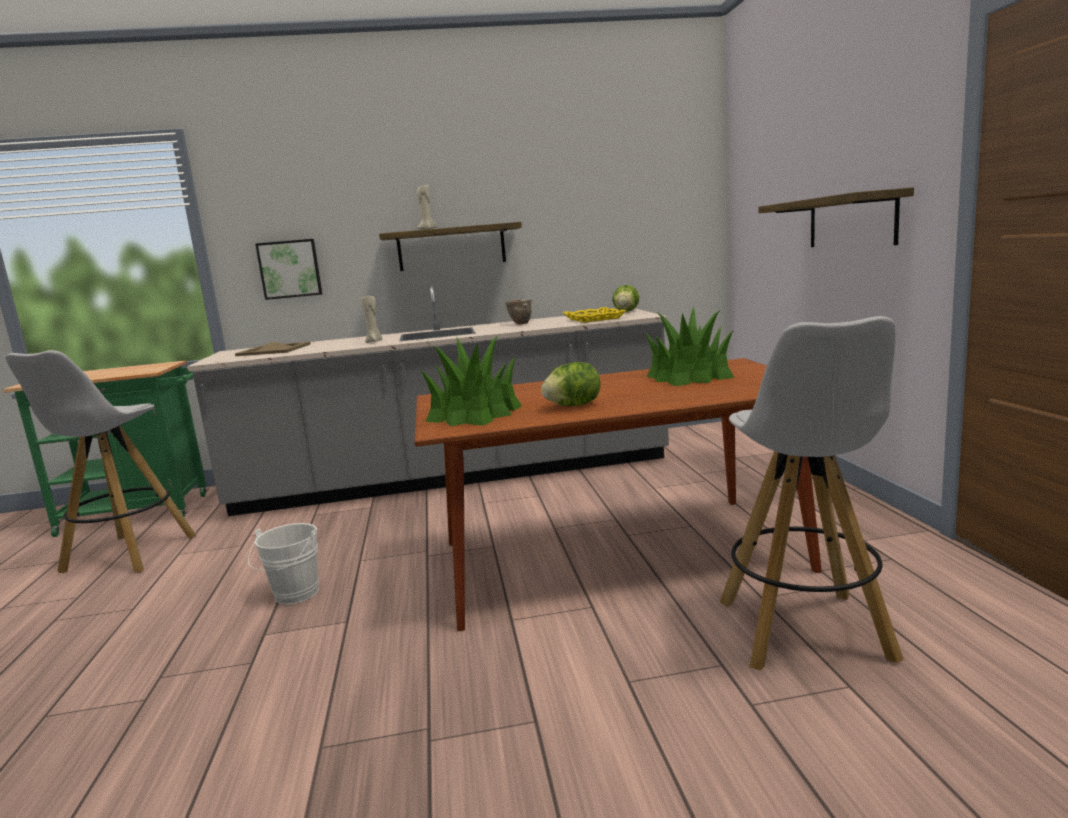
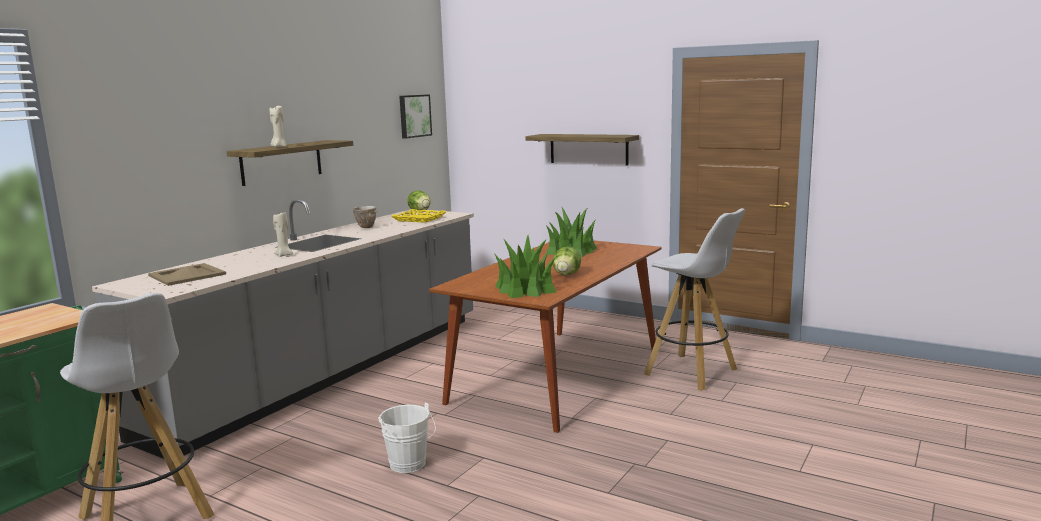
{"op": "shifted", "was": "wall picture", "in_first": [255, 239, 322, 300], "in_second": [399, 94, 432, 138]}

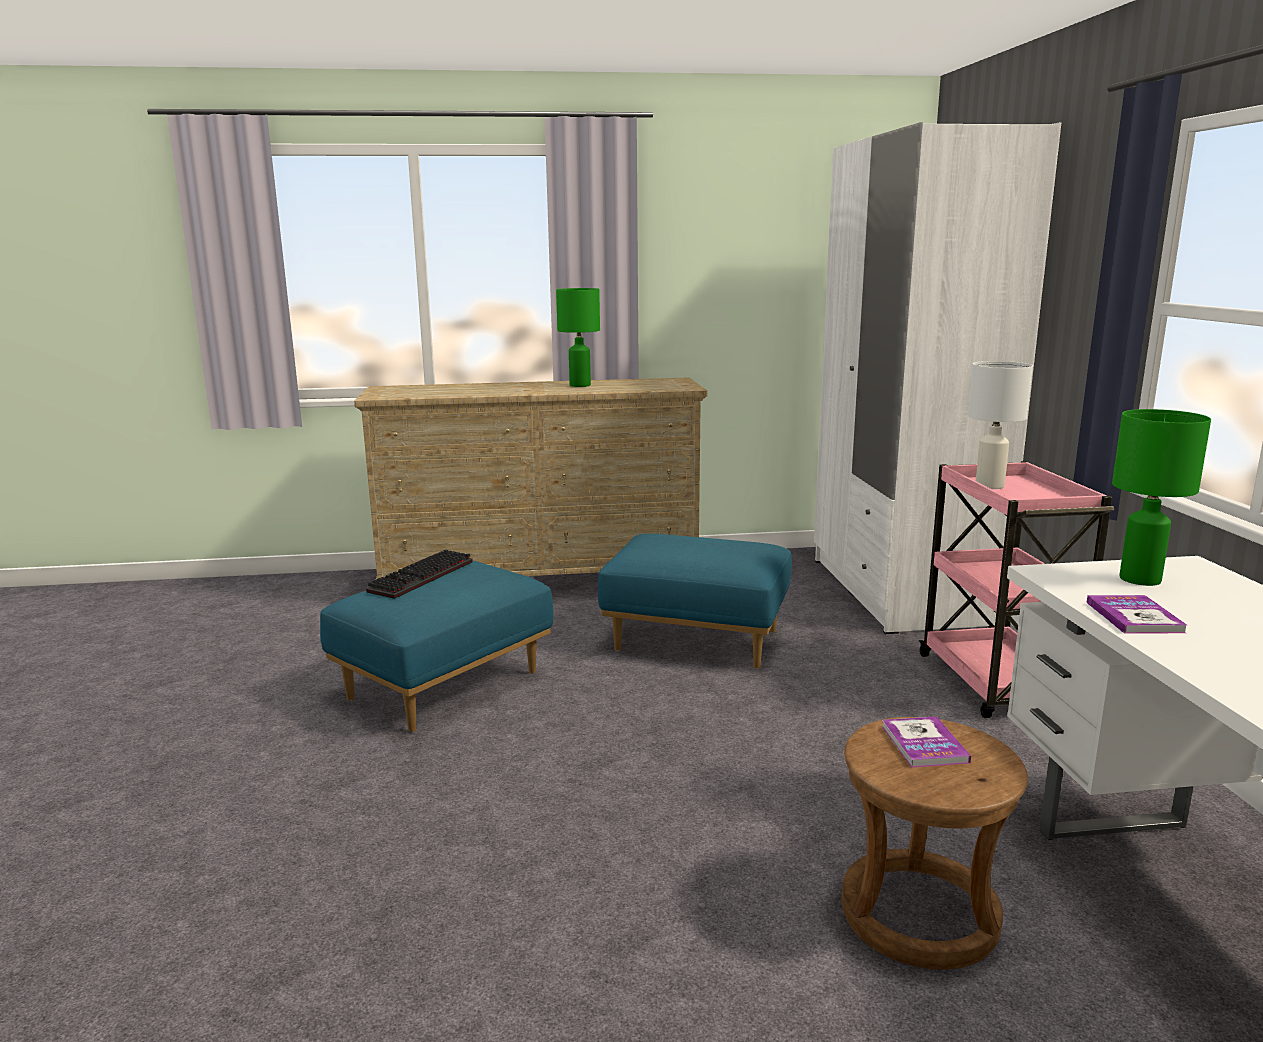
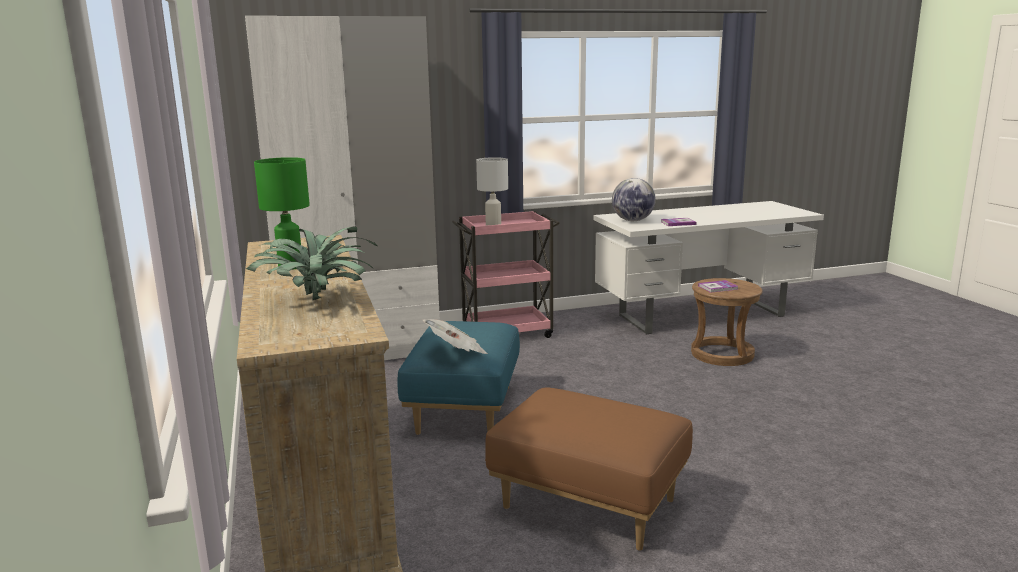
{"op": "swapped", "was": "green table lamp", "now": "globe", "in_first": [1112, 409, 1211, 586], "in_second": [612, 178, 656, 221]}
{"op": "gone", "was": "PC keyboard", "in_first": [366, 550, 473, 599]}
{"op": "repainted", "was": "blue-coloured pouffe", "now": "brown-coloured pouffe", "in_first": [320, 561, 554, 732], "in_second": [485, 388, 693, 551]}
{"op": "new", "now": "plant in a pot", "in_second": [246, 226, 377, 300]}
{"op": "new", "now": "daily paper", "in_second": [423, 319, 488, 354]}

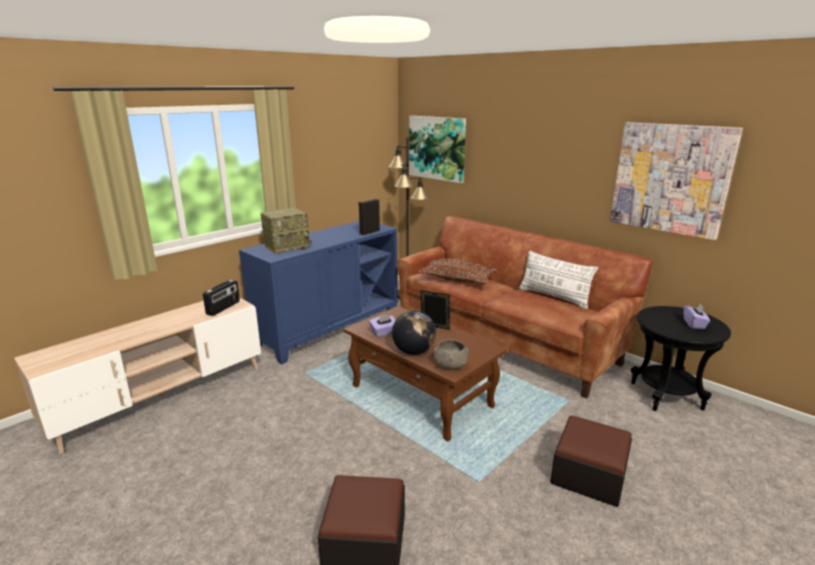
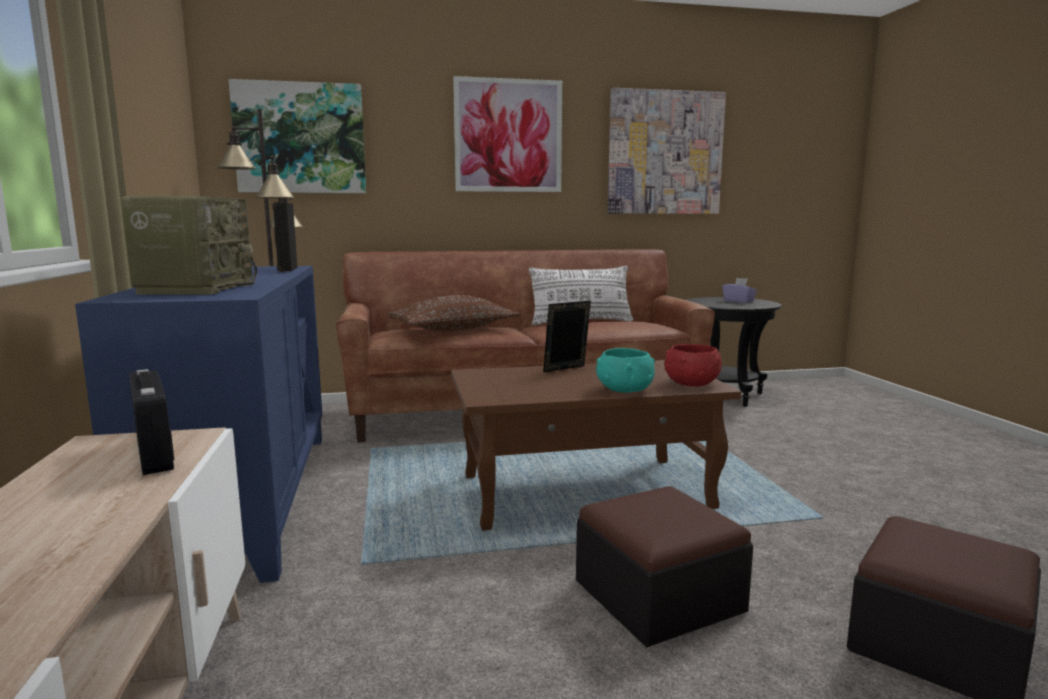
{"op": "swapped", "was": "globe", "now": "blue-green bowl", "in_first": [392, 310, 436, 355], "in_second": [596, 348, 655, 393]}
{"op": "gone", "was": "purplish box of tissues", "in_first": [369, 315, 396, 337]}
{"op": "repainted", "was": "gray bowl", "now": "red-coloured bowl", "in_first": [434, 339, 469, 370], "in_second": [664, 344, 722, 387]}
{"op": "shifted", "was": "pouffe", "in_first": [550, 415, 632, 507], "in_second": [576, 486, 753, 647]}
{"op": "new", "now": "wall picture", "in_second": [453, 76, 562, 192]}

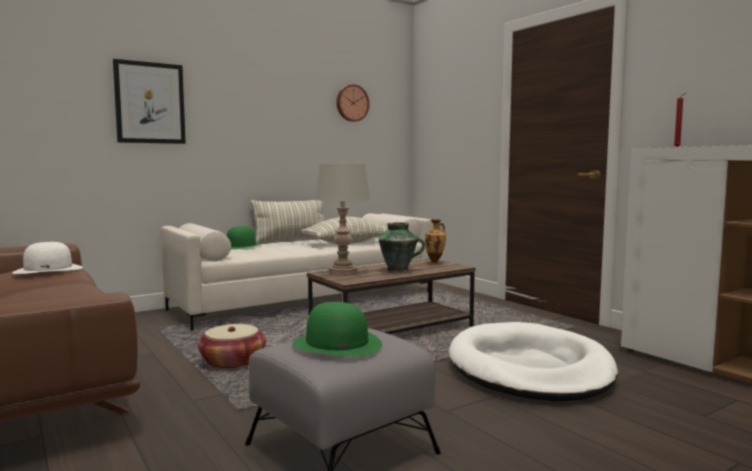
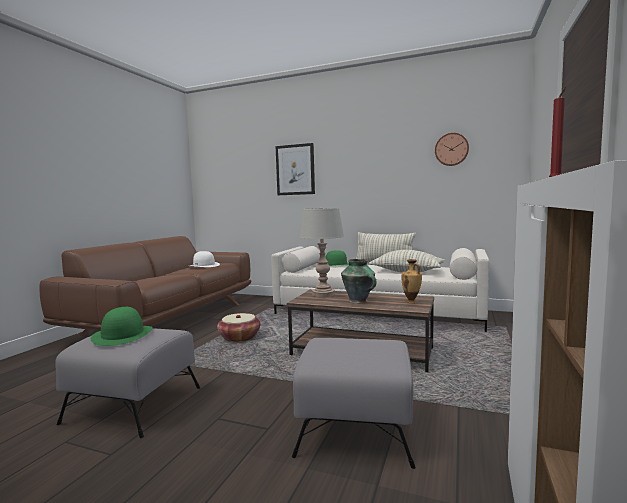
{"op": "swapped", "was": "white dog bed", "now": "gray pouffe", "in_first": [449, 322, 618, 401], "in_second": [292, 338, 416, 469]}

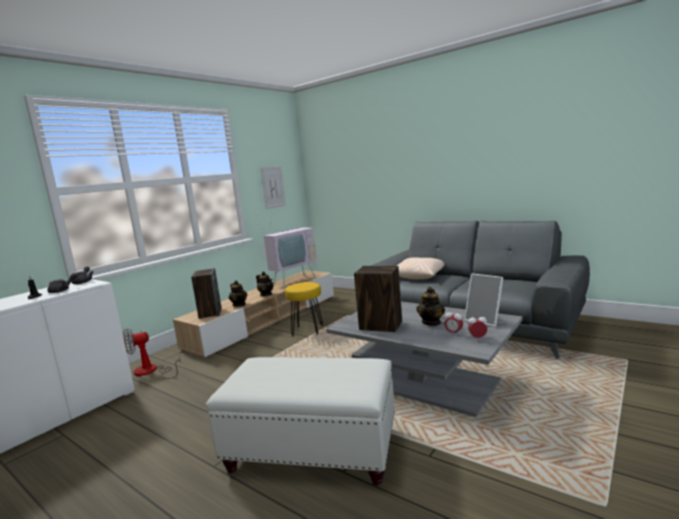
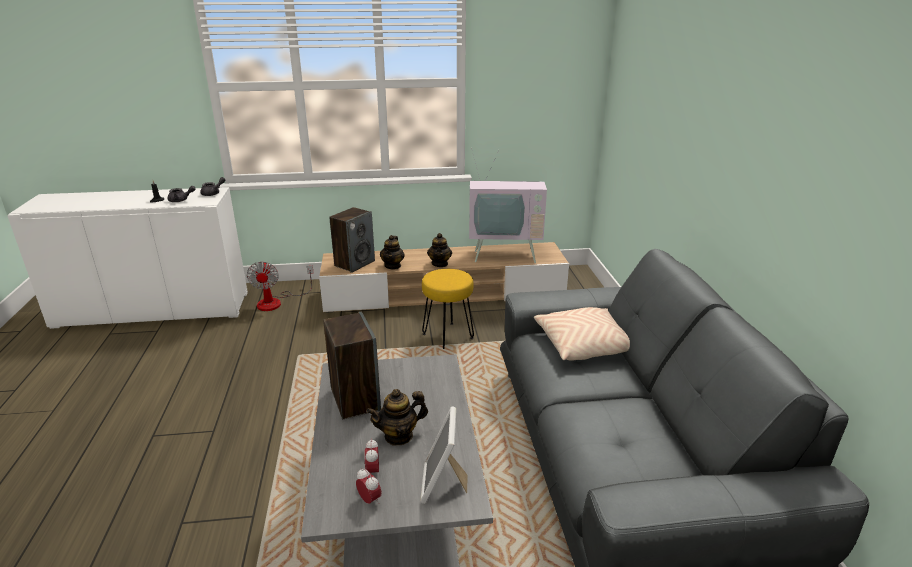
{"op": "gone", "was": "wall picture", "in_first": [260, 166, 286, 209]}
{"op": "rotated", "was": "electric fan", "in_first": [123, 328, 181, 379], "in_second": [247, 261, 313, 311], "clockwise": -120}
{"op": "gone", "was": "white pouffe", "in_first": [206, 357, 395, 486]}

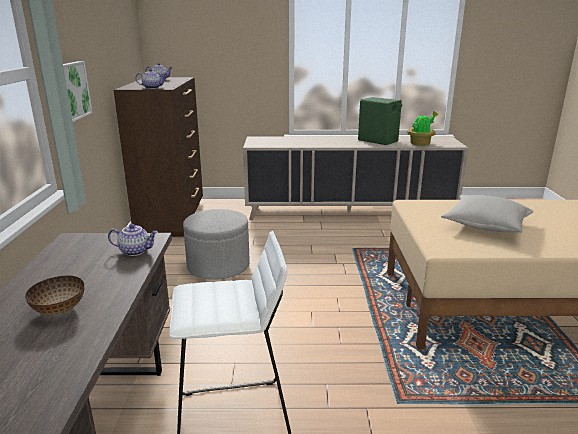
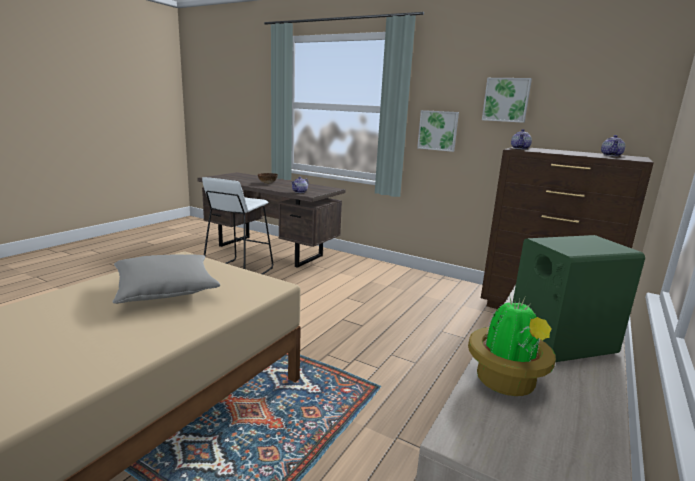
{"op": "gone", "was": "gray pouffe", "in_first": [183, 209, 250, 280]}
{"op": "new", "now": "wall picture", "in_second": [482, 78, 532, 123]}

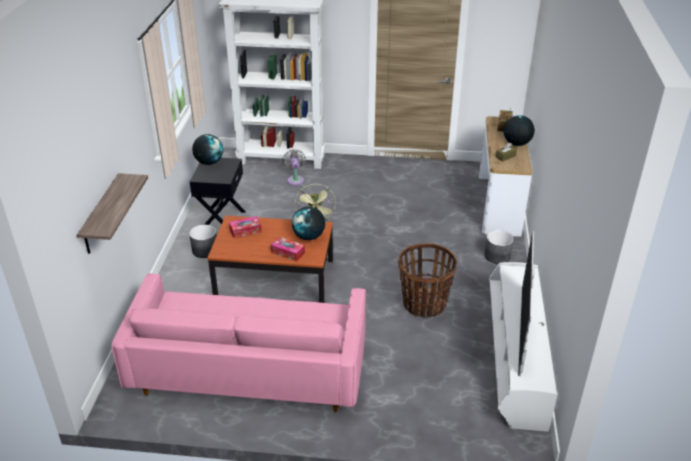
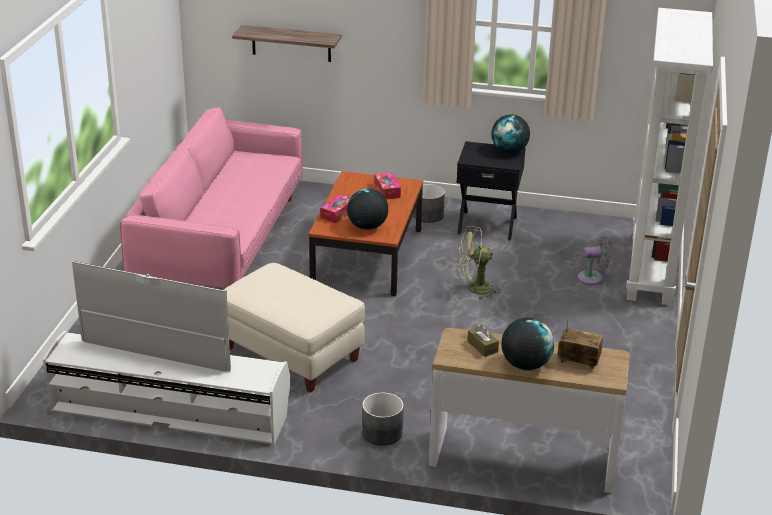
{"op": "swapped", "was": "household basket", "now": "sand-coloured pouffe", "in_first": [398, 243, 457, 317], "in_second": [223, 263, 365, 393]}

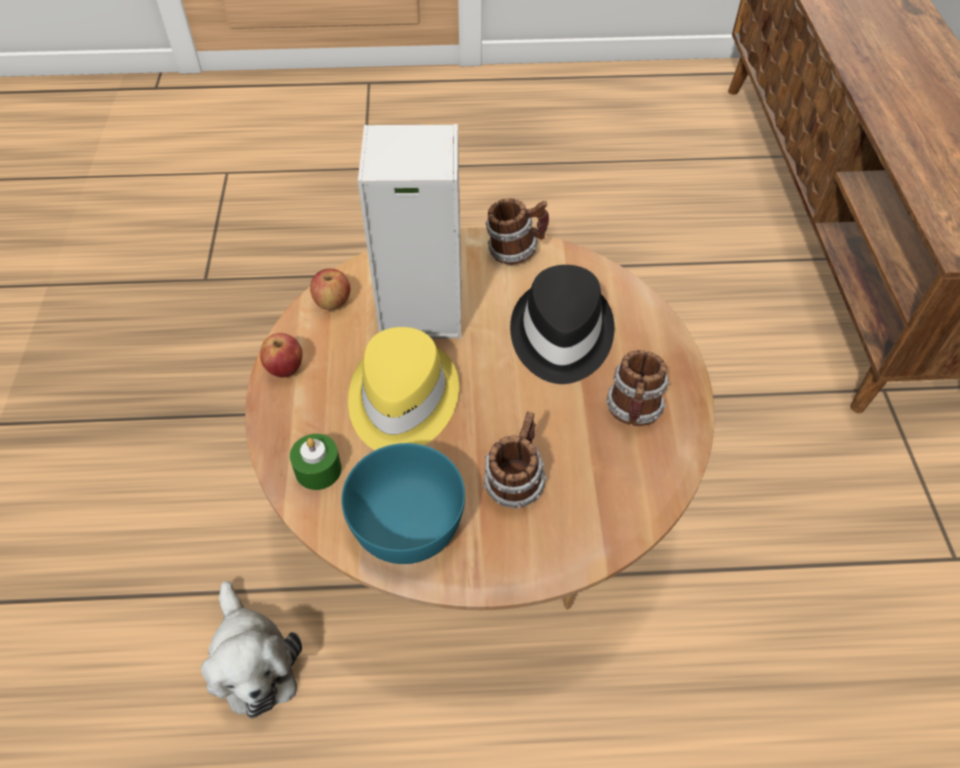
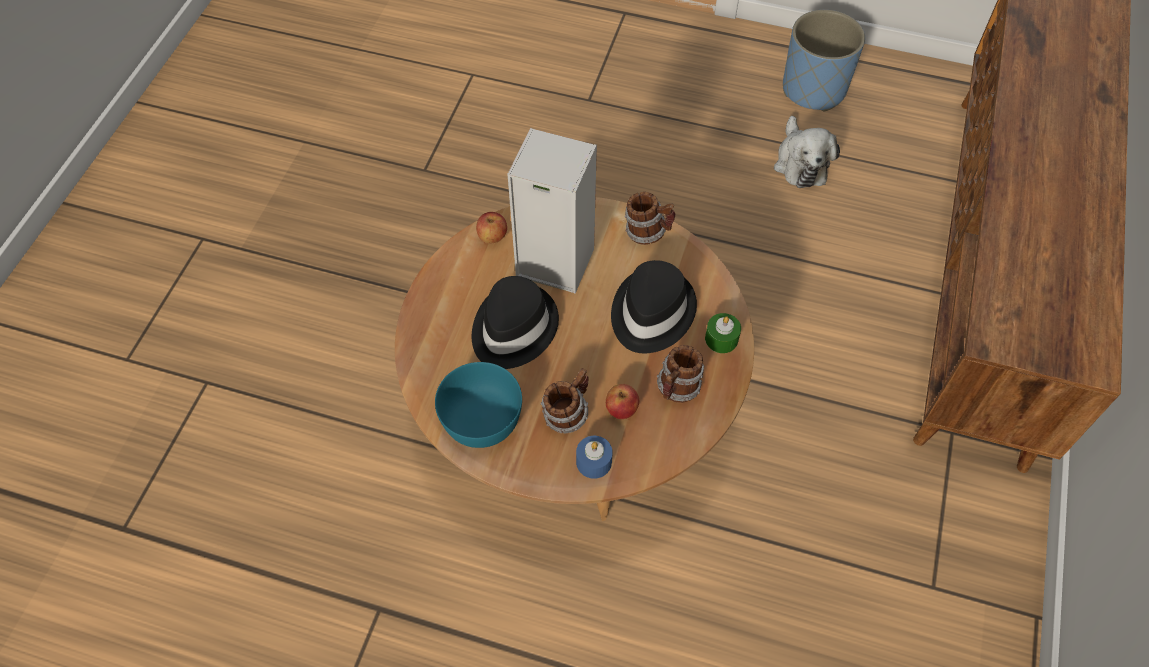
{"op": "repainted", "was": "yellowish hat", "now": "black hat", "in_first": [348, 327, 459, 450], "in_second": [472, 276, 559, 369]}
{"op": "shifted", "was": "whole apple", "in_first": [260, 333, 303, 377], "in_second": [606, 384, 639, 419]}
{"op": "shifted", "was": "green candle", "in_first": [290, 434, 342, 490], "in_second": [705, 313, 741, 353]}
{"op": "shifted", "was": "cuddly toy", "in_first": [201, 581, 302, 719], "in_second": [774, 116, 840, 188]}
{"op": "new", "now": "blue-coloured planter", "in_second": [783, 10, 865, 112]}
{"op": "new", "now": "blue-coloured candle", "in_second": [576, 436, 613, 479]}

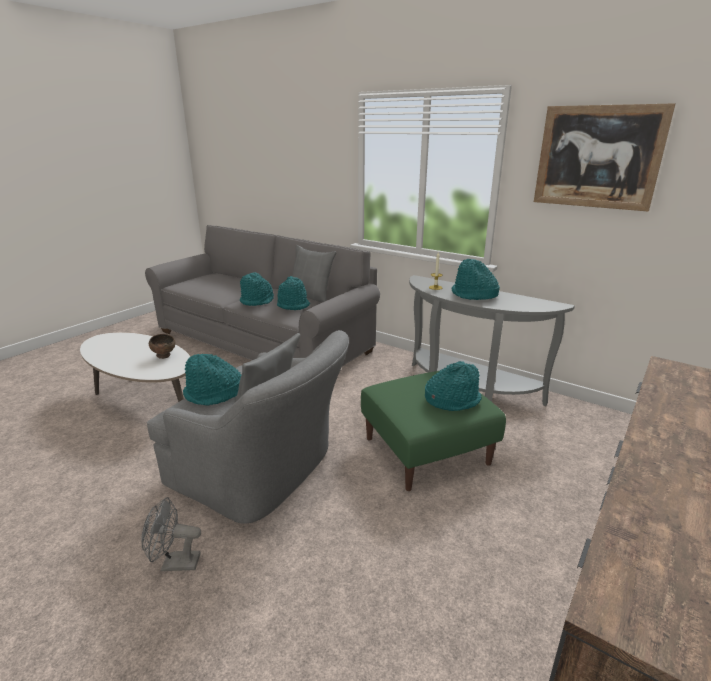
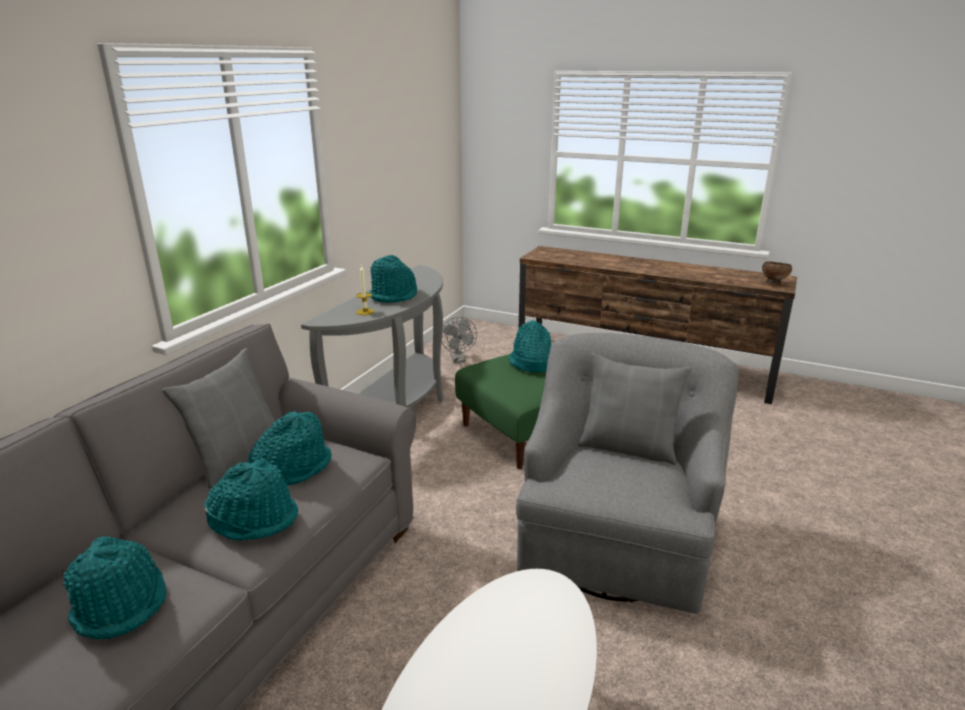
{"op": "gone", "was": "wall picture", "in_first": [534, 103, 675, 212]}
{"op": "shifted", "was": "brown-coloured bowl", "in_first": [149, 334, 176, 359], "in_second": [762, 261, 792, 285]}
{"op": "shifted", "was": "blue-green hat", "in_first": [183, 354, 241, 405], "in_second": [63, 536, 167, 640]}
{"op": "shifted", "was": "gray electric fan", "in_first": [141, 497, 201, 571], "in_second": [442, 317, 477, 363]}

